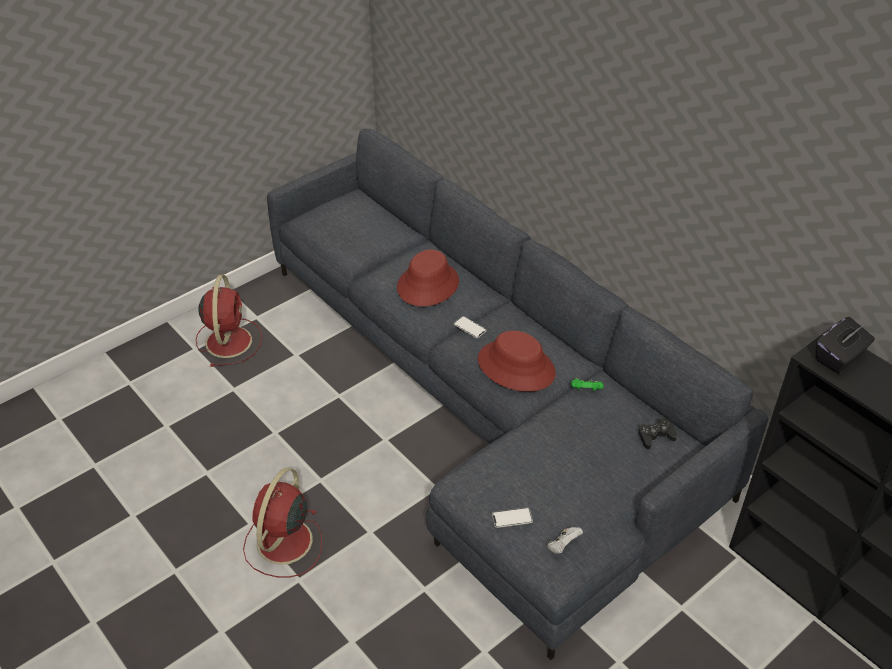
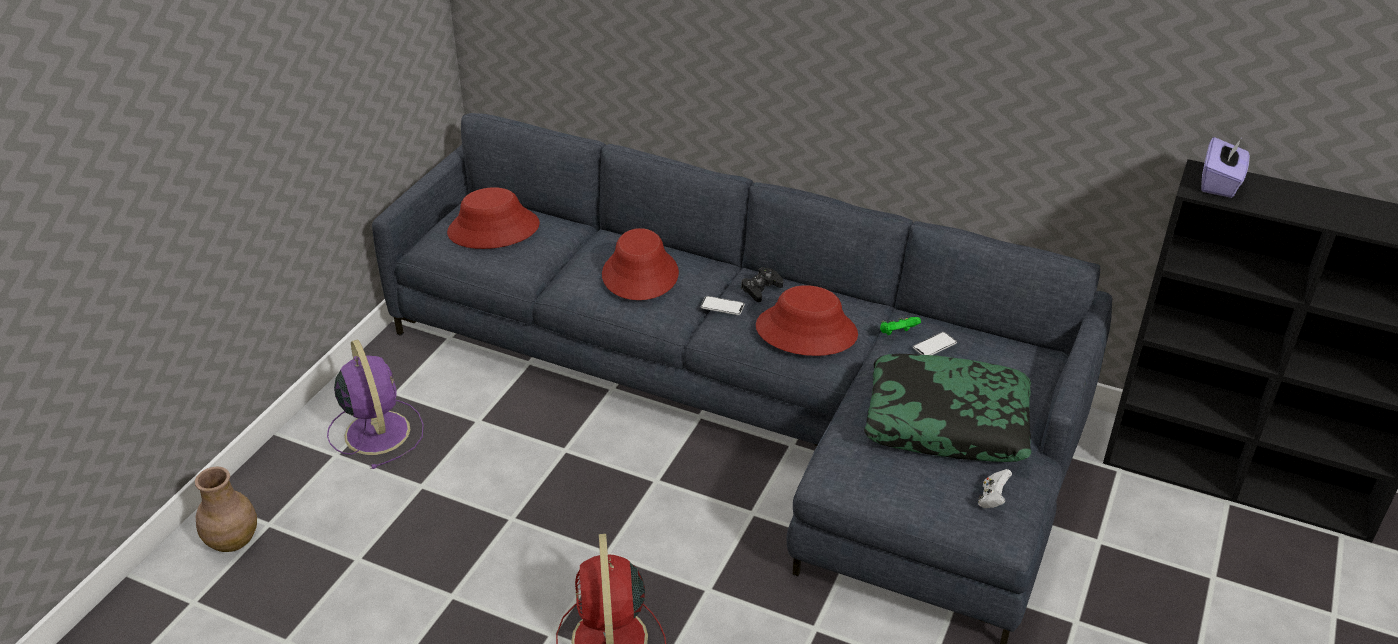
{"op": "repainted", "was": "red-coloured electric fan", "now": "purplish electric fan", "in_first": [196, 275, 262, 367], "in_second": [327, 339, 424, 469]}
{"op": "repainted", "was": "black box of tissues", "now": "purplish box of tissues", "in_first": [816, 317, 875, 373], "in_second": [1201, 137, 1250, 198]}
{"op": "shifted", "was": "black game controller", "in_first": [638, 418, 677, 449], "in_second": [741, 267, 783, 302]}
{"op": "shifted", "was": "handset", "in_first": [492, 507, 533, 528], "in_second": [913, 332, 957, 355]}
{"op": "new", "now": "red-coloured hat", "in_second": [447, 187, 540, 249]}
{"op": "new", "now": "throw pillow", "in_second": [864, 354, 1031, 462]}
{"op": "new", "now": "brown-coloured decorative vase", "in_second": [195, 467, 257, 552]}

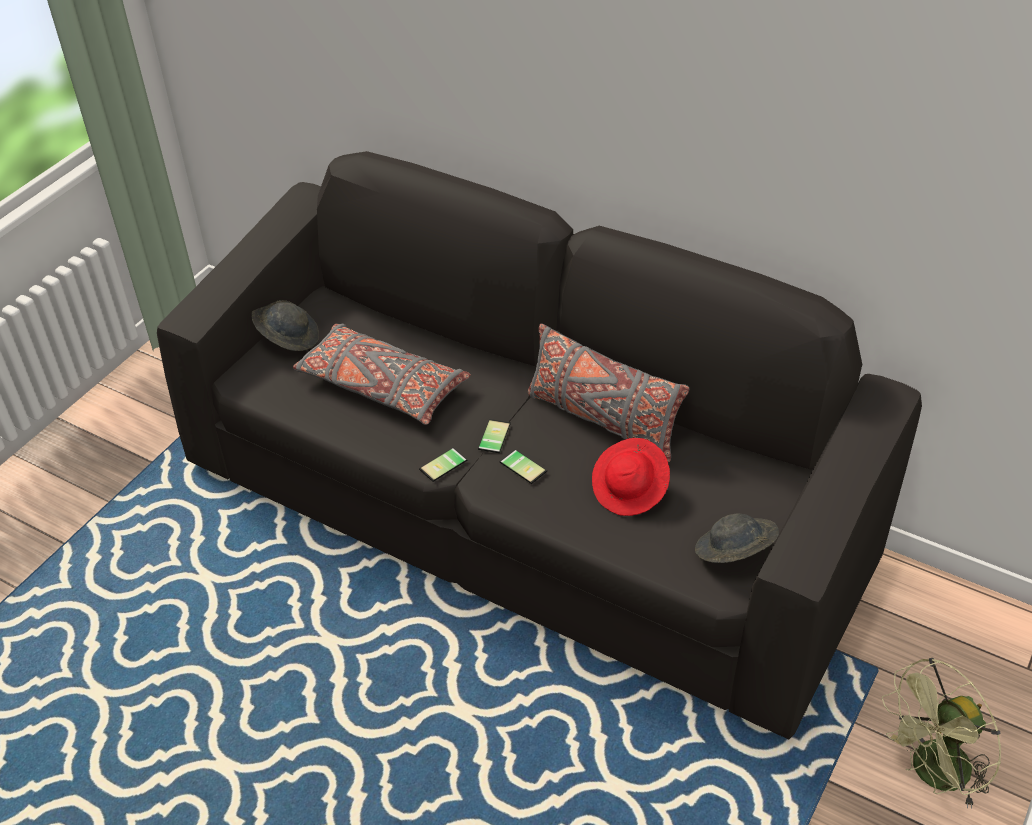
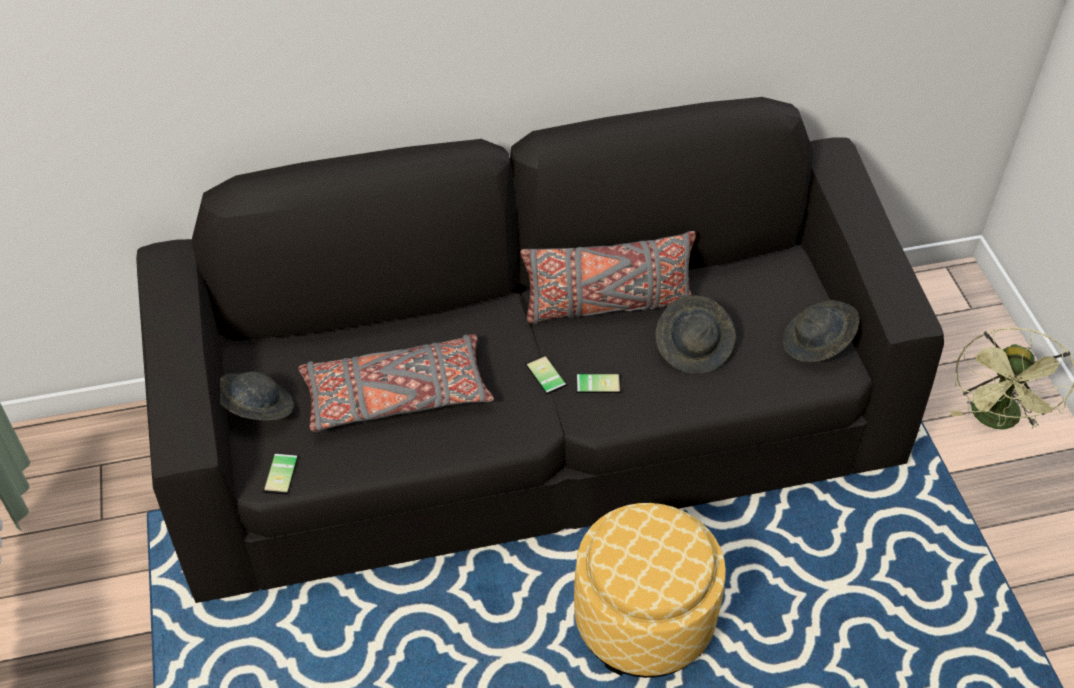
{"op": "repainted", "was": "red-coloured hat", "now": "gray hat", "in_first": [592, 438, 670, 516], "in_second": [656, 296, 736, 373]}
{"op": "shifted", "was": "handset", "in_first": [419, 448, 467, 482], "in_second": [263, 453, 298, 495]}
{"op": "new", "now": "pouffe", "in_second": [574, 503, 726, 678]}

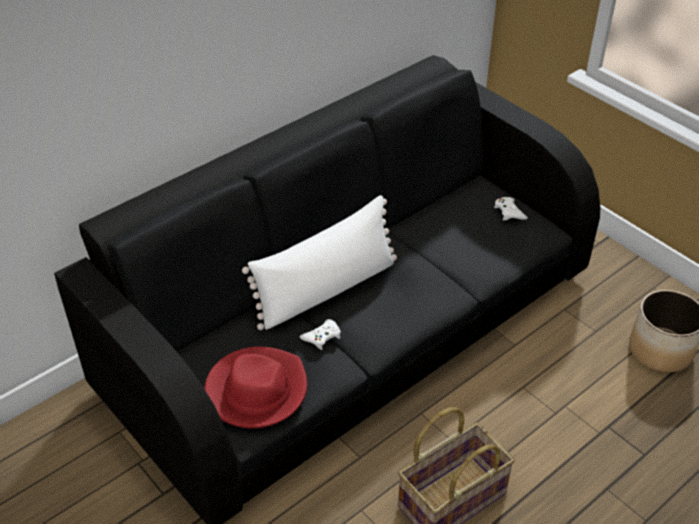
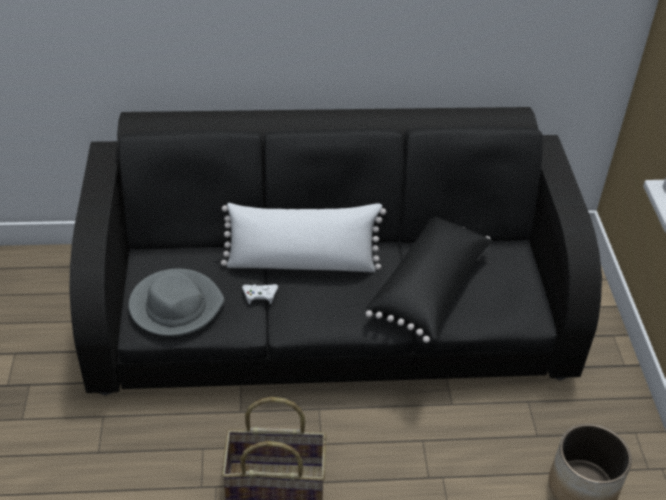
{"op": "gone", "was": "white game controller", "in_first": [494, 197, 528, 220]}
{"op": "repainted", "was": "red-coloured hat", "now": "gray hat", "in_first": [204, 346, 307, 428], "in_second": [128, 269, 225, 337]}
{"op": "new", "now": "black throw pillow", "in_second": [366, 217, 493, 343]}

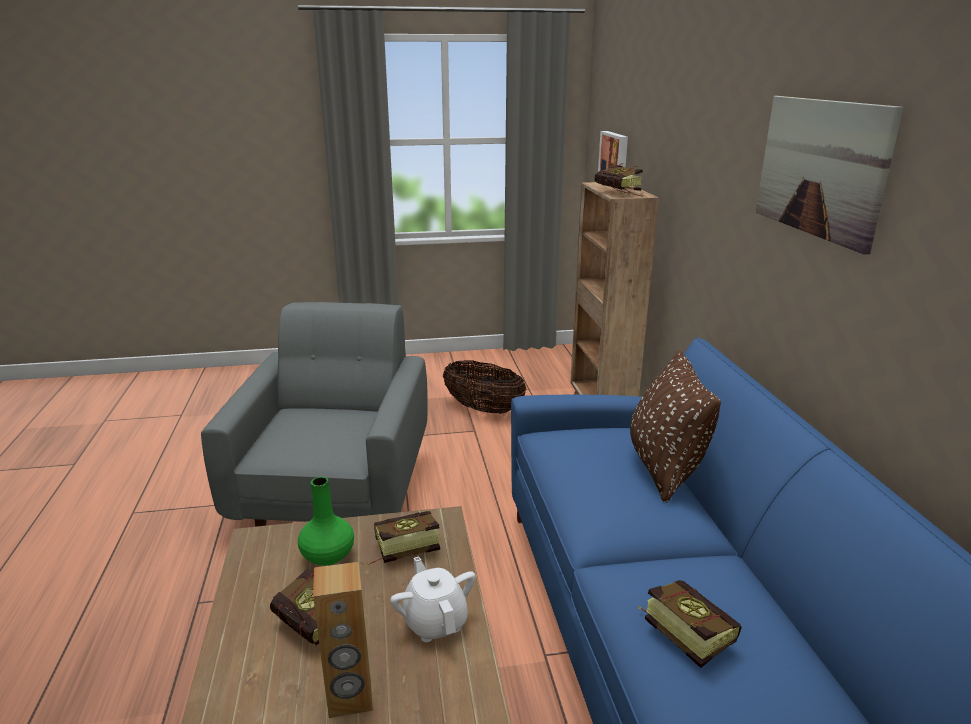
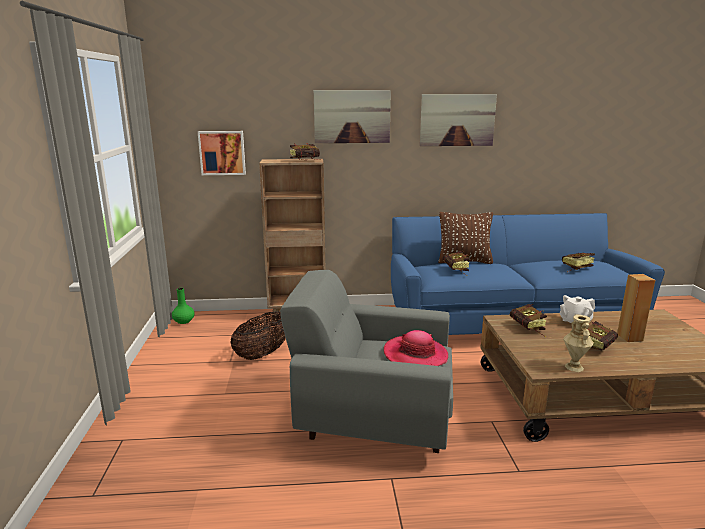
{"op": "shifted", "was": "green decorative vase", "in_first": [298, 477, 354, 566], "in_second": [172, 288, 194, 324]}
{"op": "new", "now": "wall picture", "in_second": [314, 90, 391, 143]}
{"op": "new", "now": "book", "in_second": [443, 251, 470, 275]}
{"op": "new", "now": "sand-coloured decorative vase", "in_second": [563, 314, 594, 372]}
{"op": "new", "now": "hat", "in_second": [384, 330, 448, 366]}

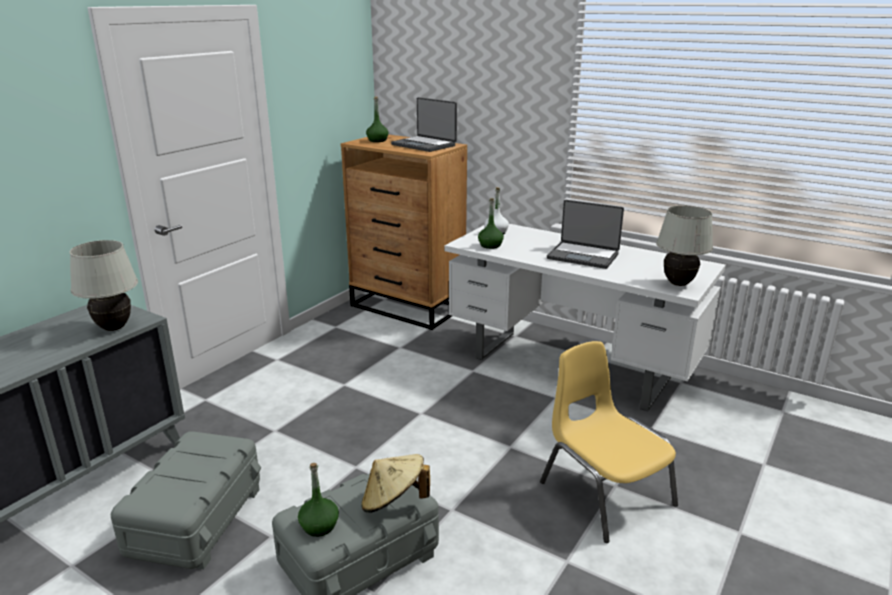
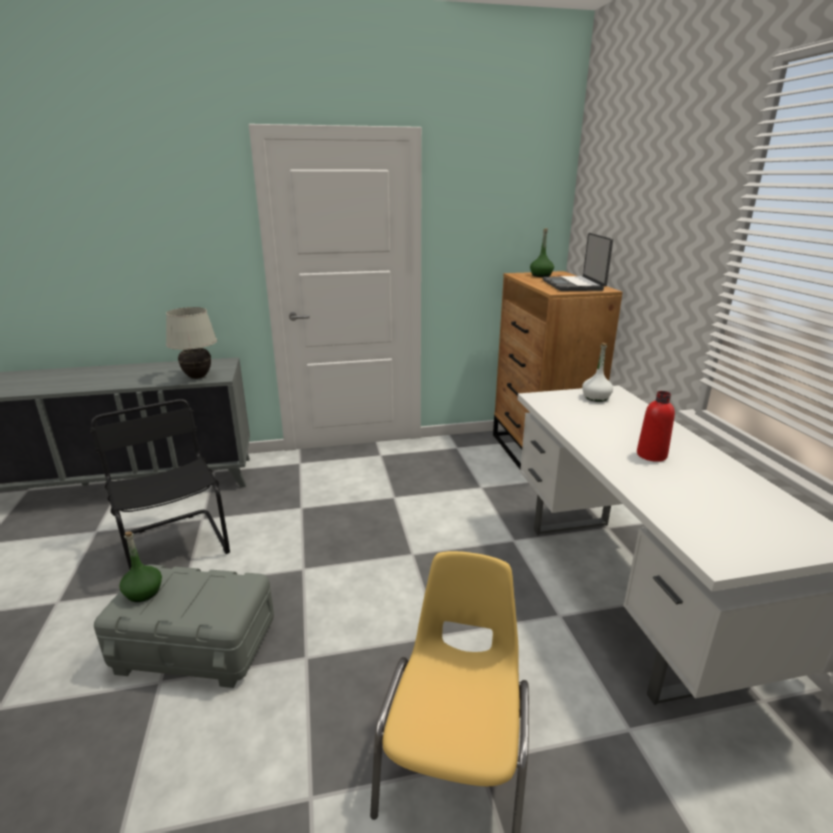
{"op": "gone", "was": "green beverage bottle", "in_first": [478, 198, 504, 249]}
{"op": "swapped", "was": "laptop", "now": "red-coloured beverage bottle", "in_first": [547, 200, 624, 269], "in_second": [637, 391, 675, 462]}
{"op": "gone", "was": "white table lamp", "in_first": [656, 205, 713, 286]}
{"op": "swapped", "was": "gray storage box", "now": "black chair", "in_first": [111, 431, 261, 569], "in_second": [90, 399, 230, 570]}
{"op": "gone", "was": "sand-coloured hat", "in_first": [361, 454, 430, 513]}

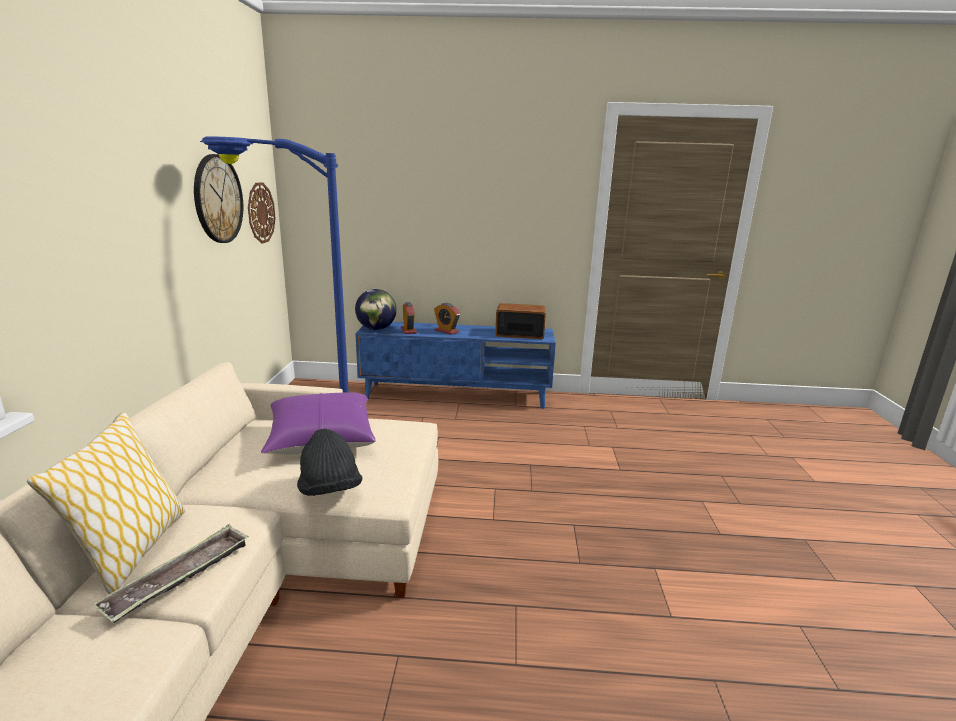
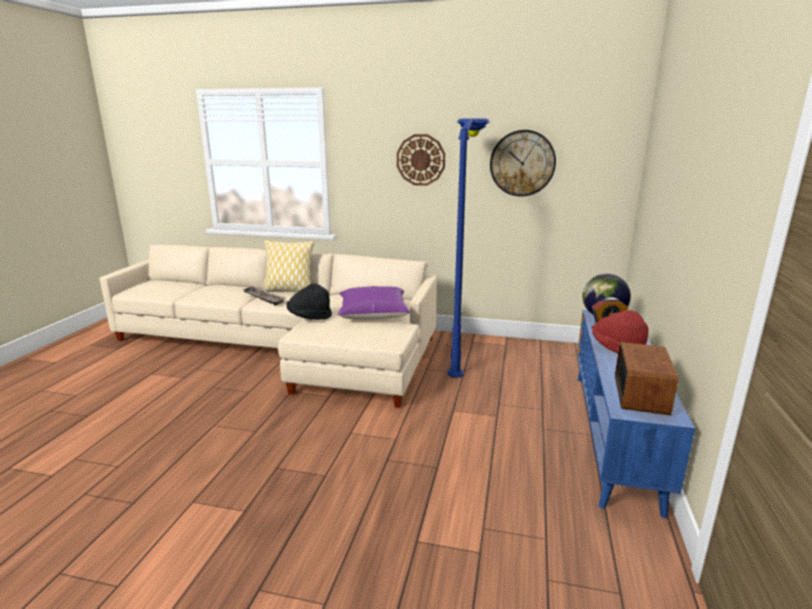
{"op": "shifted", "was": "hanging clock", "in_first": [248, 182, 276, 244], "in_second": [397, 134, 445, 186]}
{"op": "swapped", "was": "alarm clock", "now": "red-coloured hat", "in_first": [434, 303, 460, 335], "in_second": [592, 310, 648, 353]}

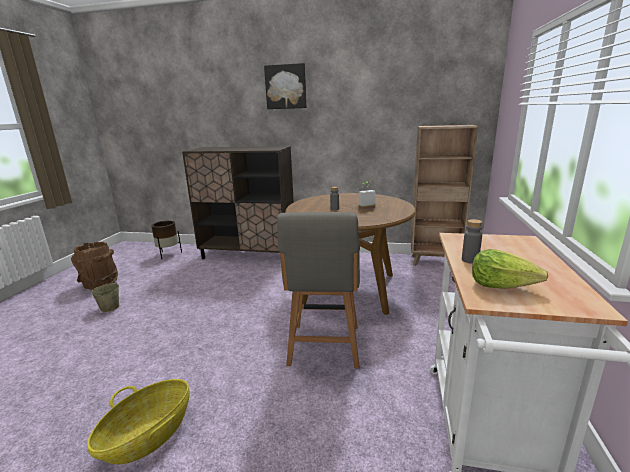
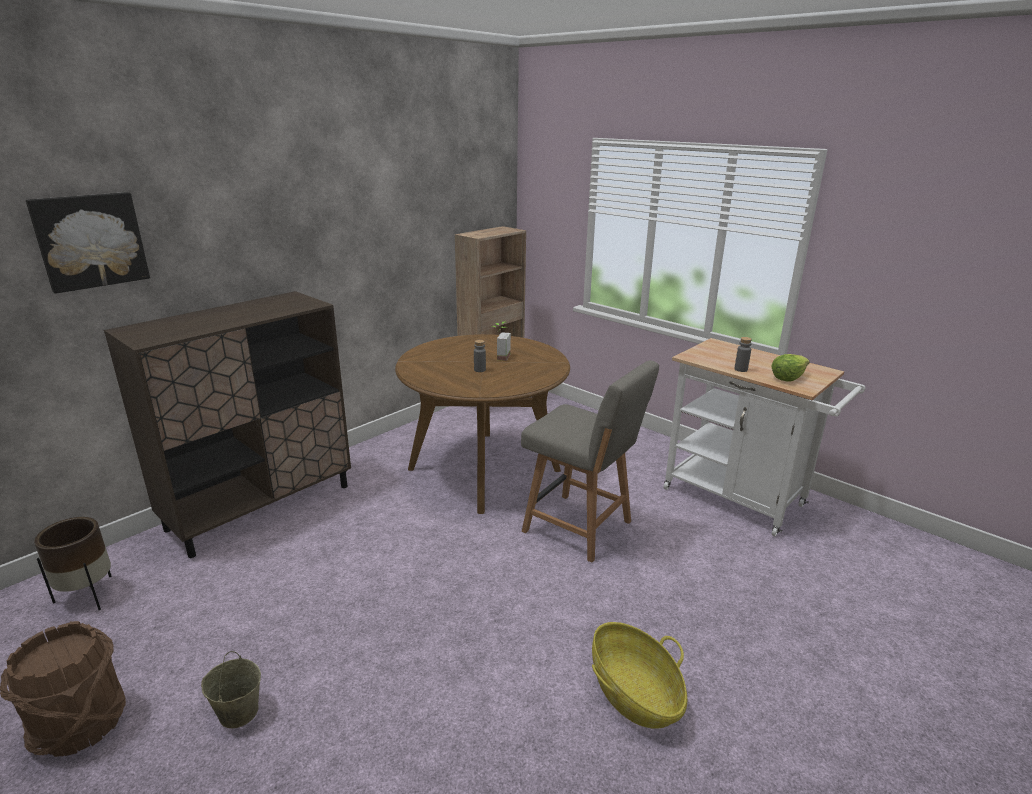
{"op": "shifted", "was": "wall picture", "in_first": [264, 63, 307, 109], "in_second": [26, 192, 150, 294]}

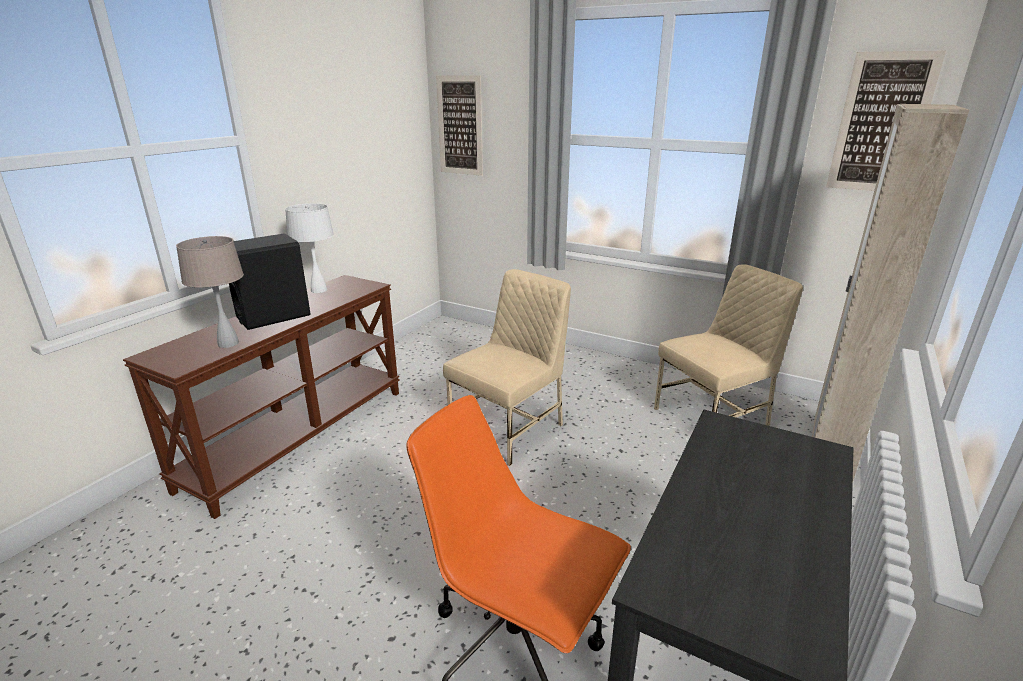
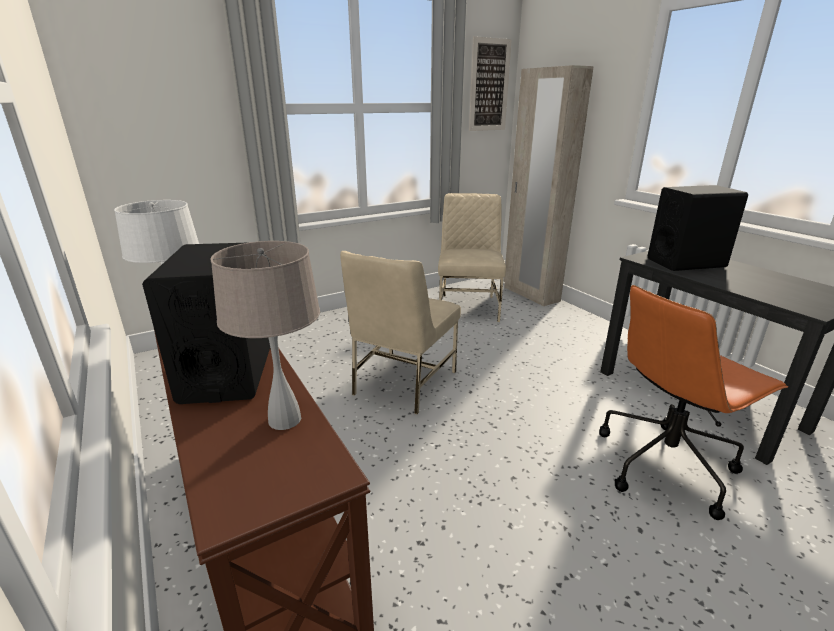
{"op": "gone", "was": "wall picture", "in_first": [436, 76, 483, 176]}
{"op": "rotated", "was": "sand-coloured chair", "in_first": [443, 269, 571, 466], "in_second": [340, 251, 461, 414], "clockwise": -135}
{"op": "new", "now": "black speaker", "in_second": [648, 185, 748, 271]}

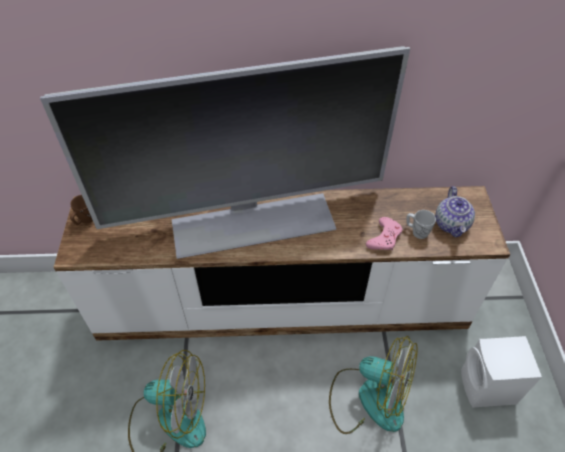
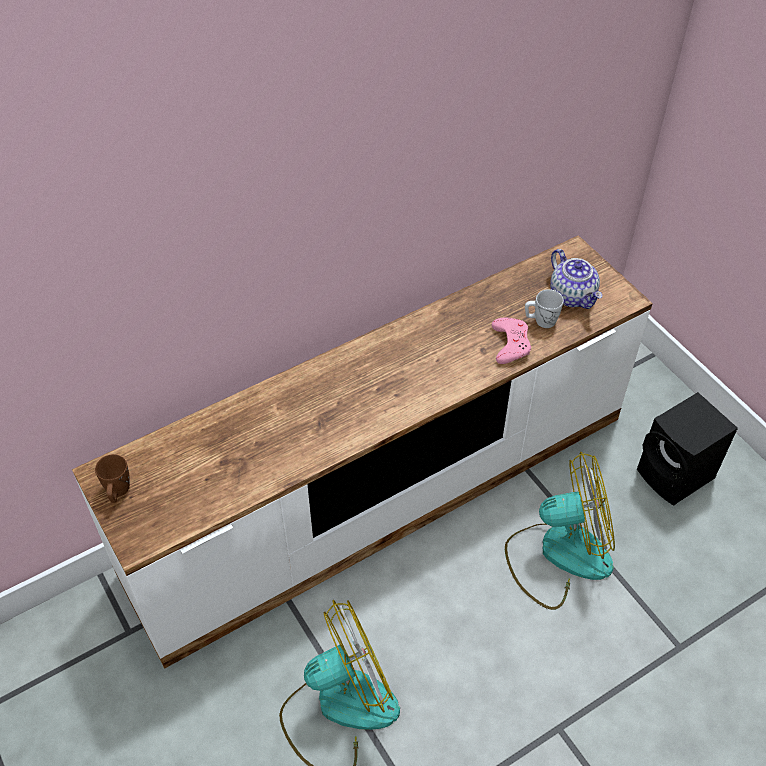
{"op": "gone", "was": "TV", "in_first": [40, 46, 410, 259]}
{"op": "repainted", "was": "white speaker", "now": "black speaker", "in_first": [461, 336, 542, 408], "in_second": [637, 392, 738, 506]}

